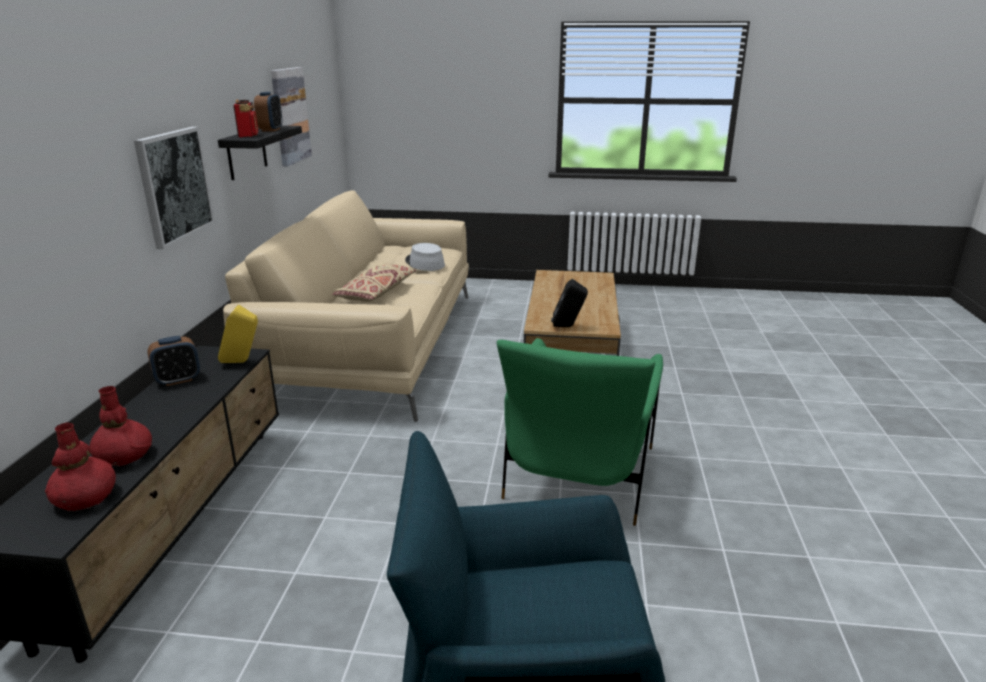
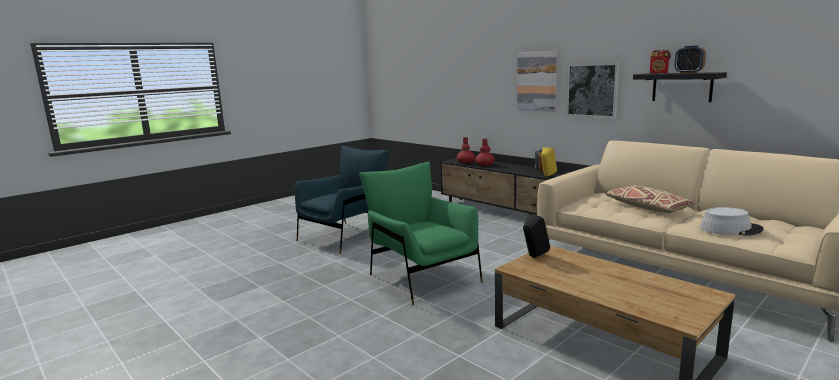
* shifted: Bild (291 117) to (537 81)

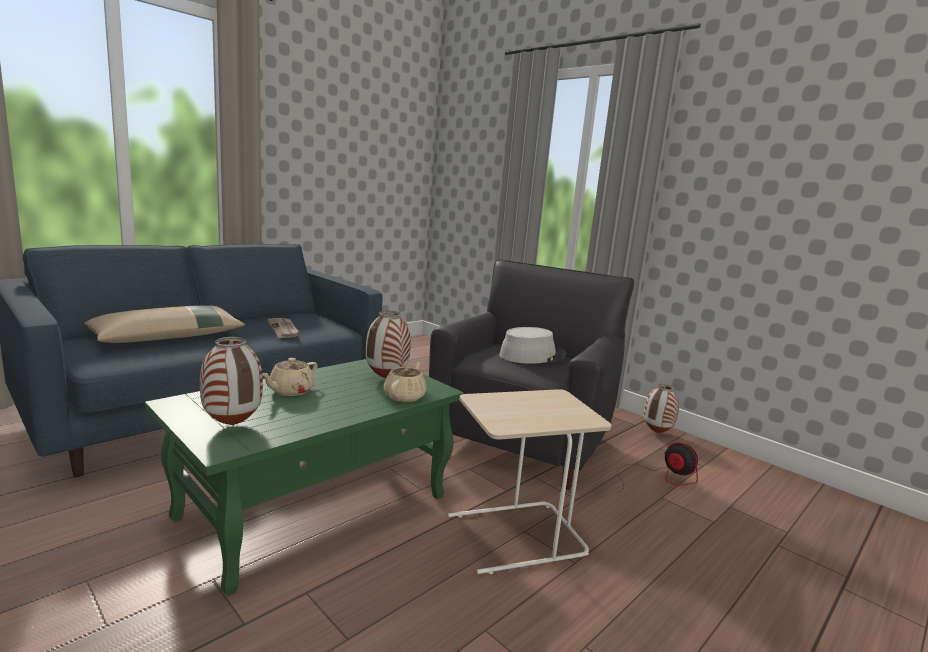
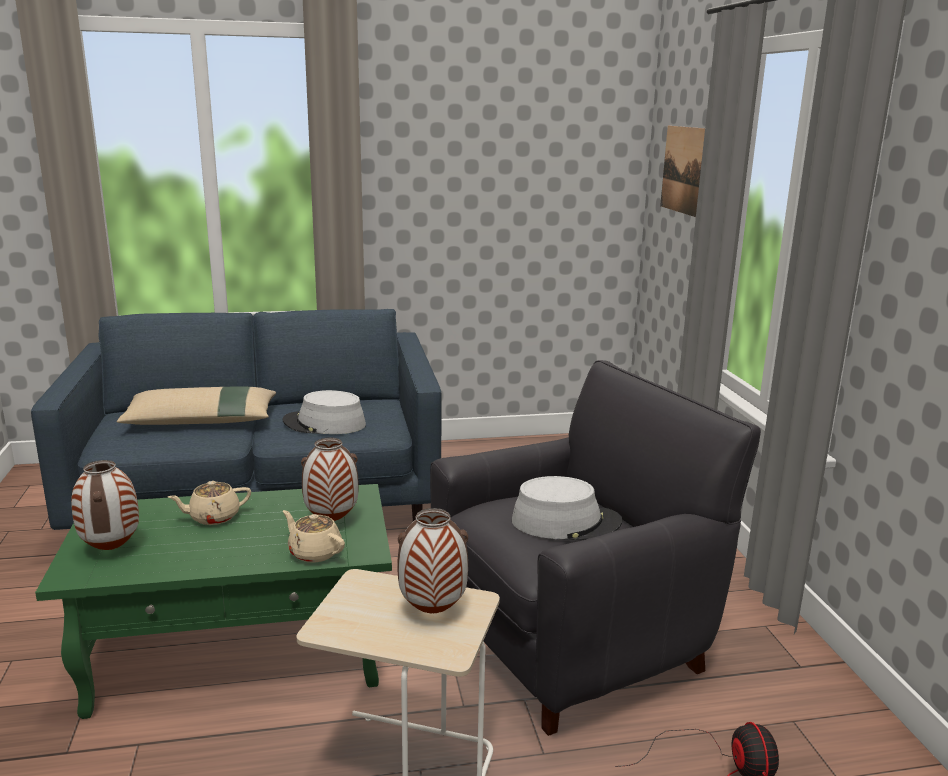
* new: Bild (682 171)
* shifted: Vase (661 408) to (433 560)
* swapped: Zeitung (283 328) to Hut/grau (324 412)
* rotated: Teekanne/beige (405 382) = (314 536) 105 degrees counterclockwise

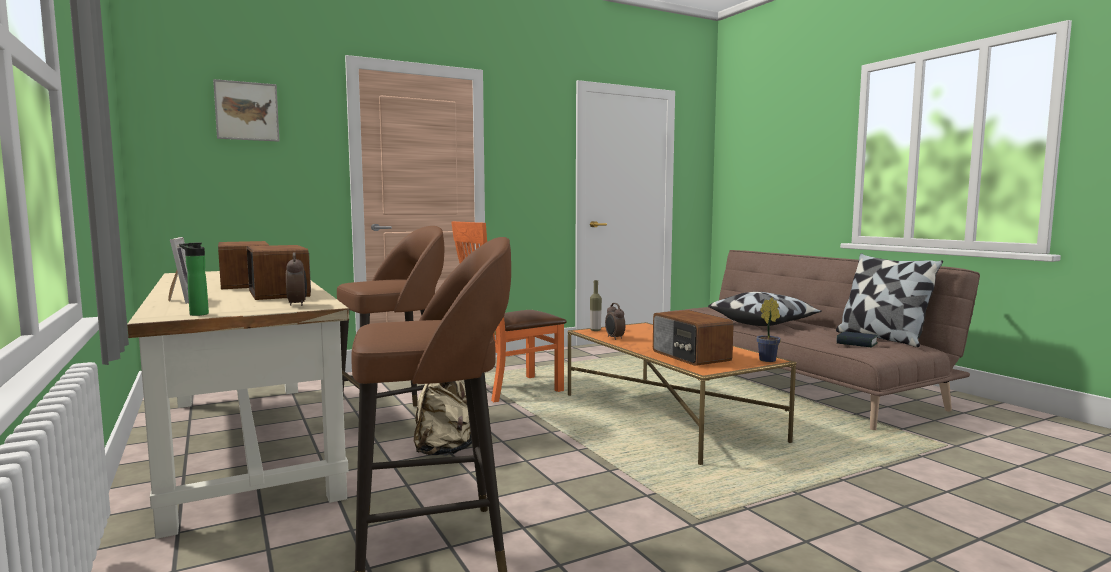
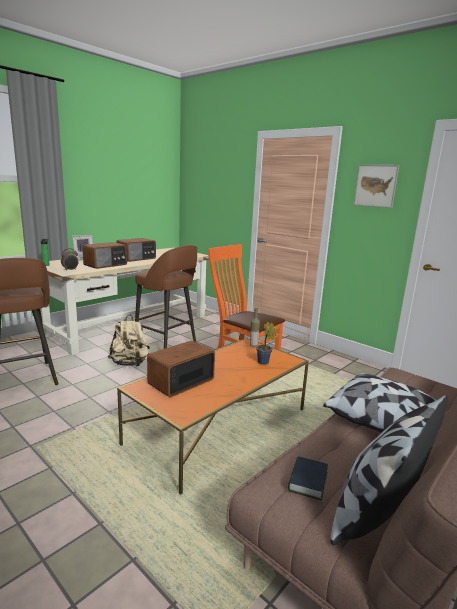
* gone: Wecker (615 321)
* shifted: Bild (246 110) to (376 186)
* shifted: Topfpflanze (768 330) to (266 343)

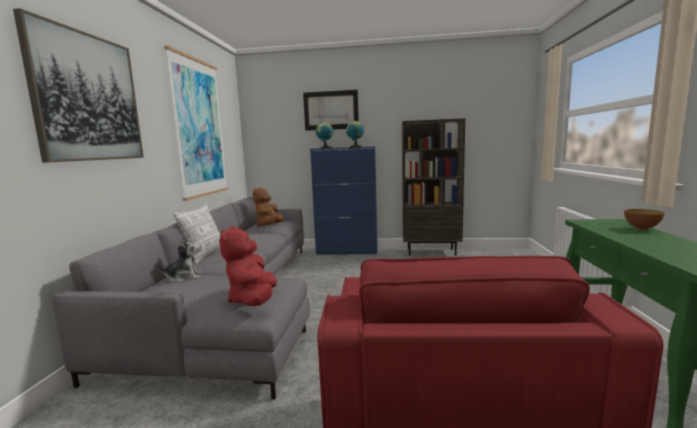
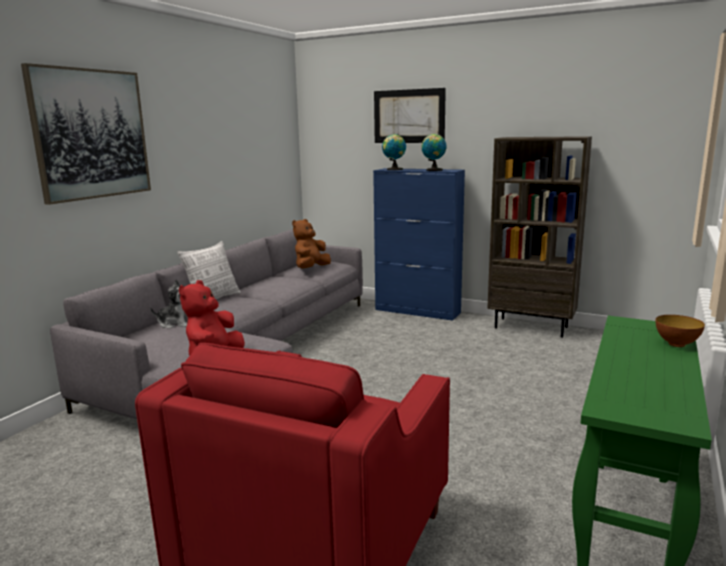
* gone: Bild (196 123)

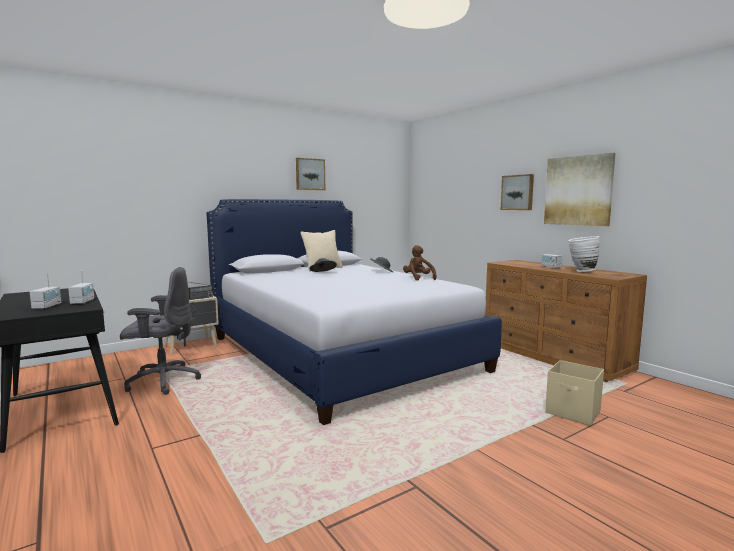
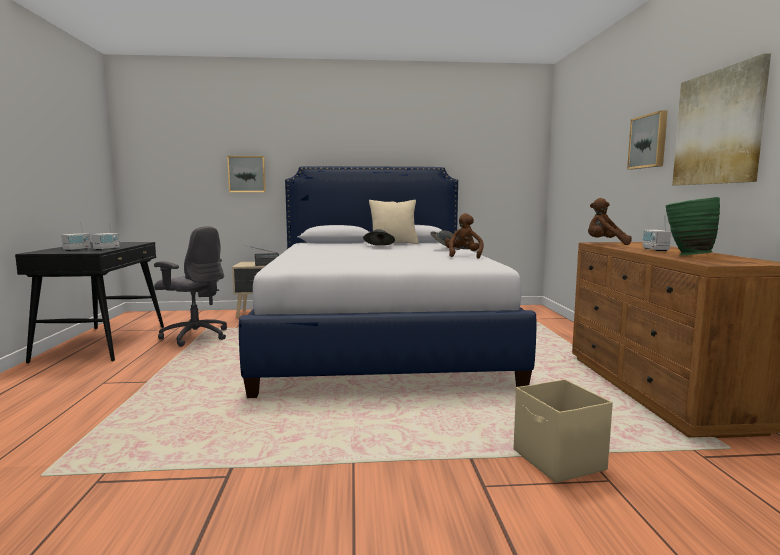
* new: Plüschtier/braun (610 221)
* shifted: Bild (310 174) to (246 174)
* repainted: Vase/weiß (584 254) to Vase/grün (693 226)

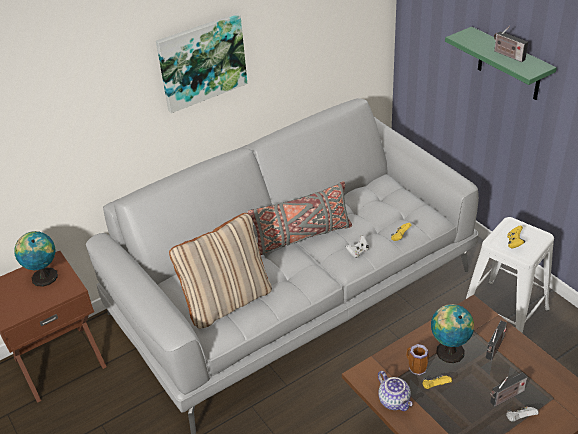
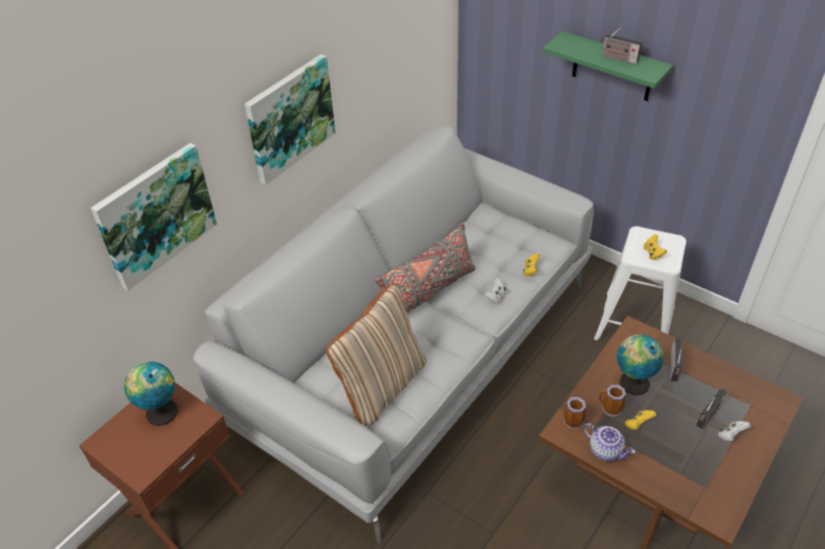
* new: Bild (154 217)
* new: Henkelbecher (575 413)

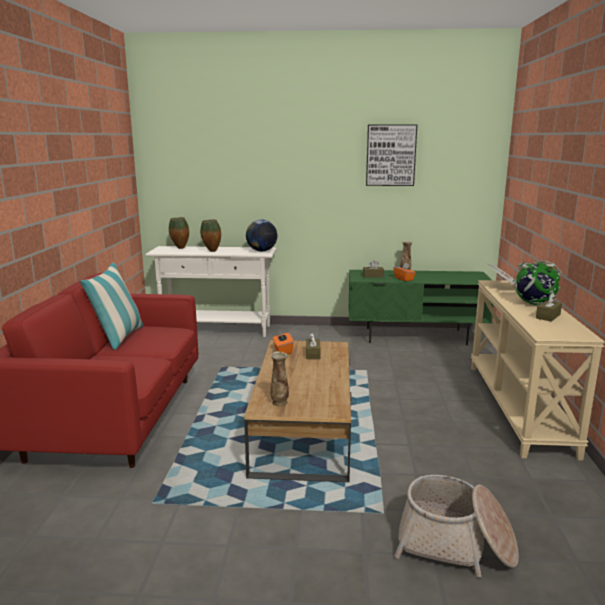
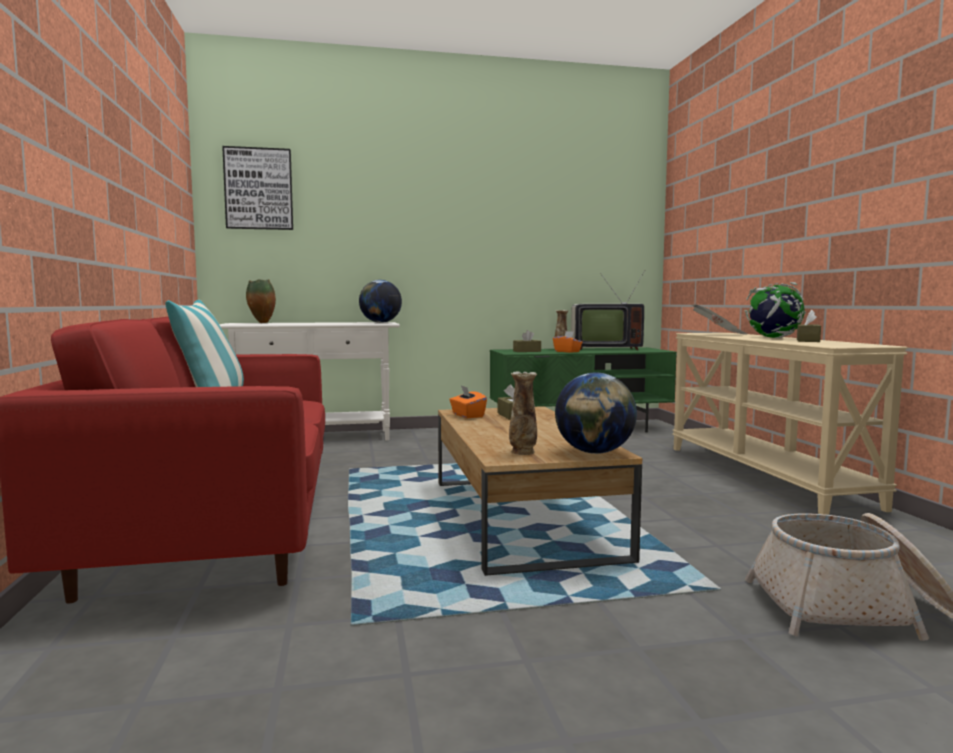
* gone: Vase (210 235)
* new: Globus (596 413)
* new: Fernseher (608 310)
* shifted: Bild (391 155) to (257 188)

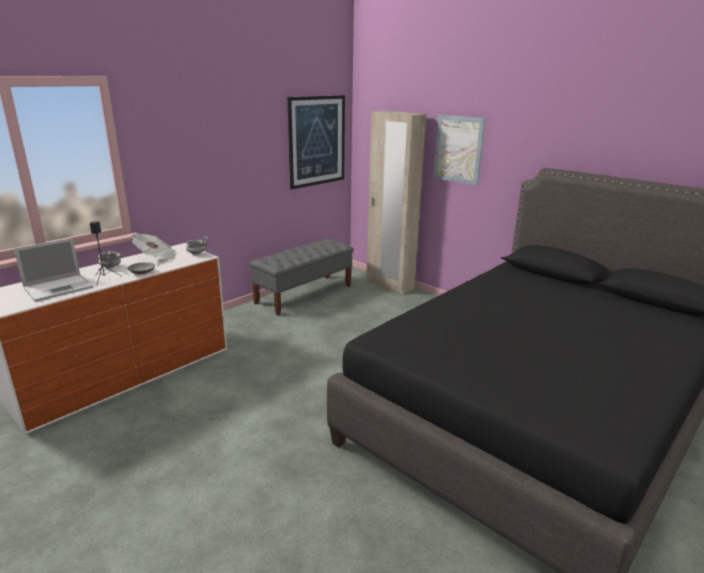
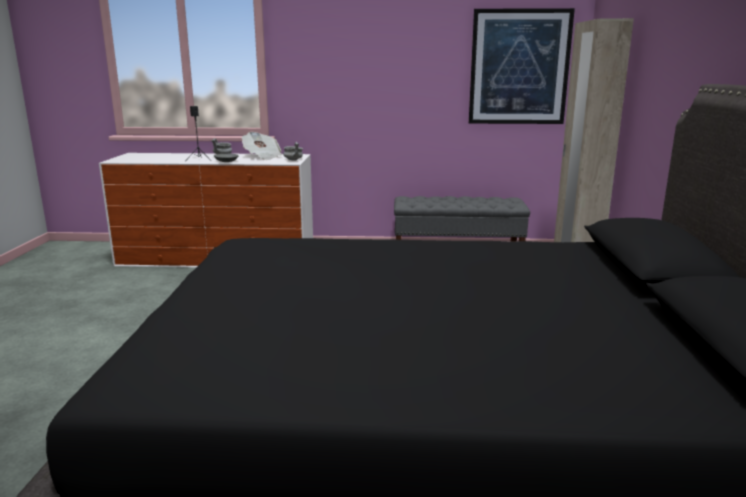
* gone: Laptop (53 270)
* gone: Bild (459 150)

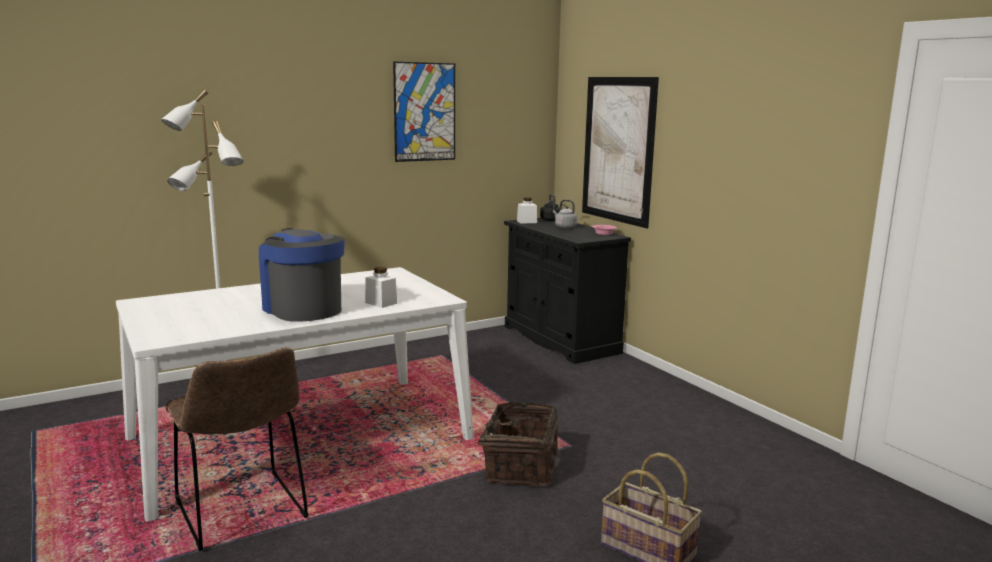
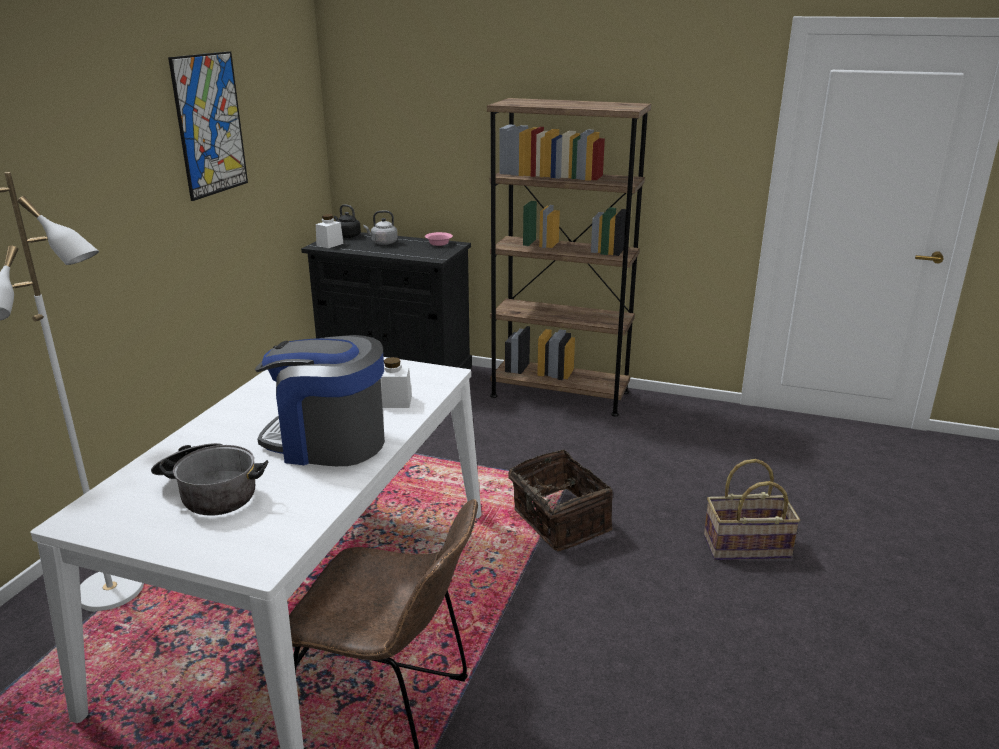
* gone: Bild (620 152)
* new: Kochtopf (209 479)
* new: Bücherregal/braun (569 257)

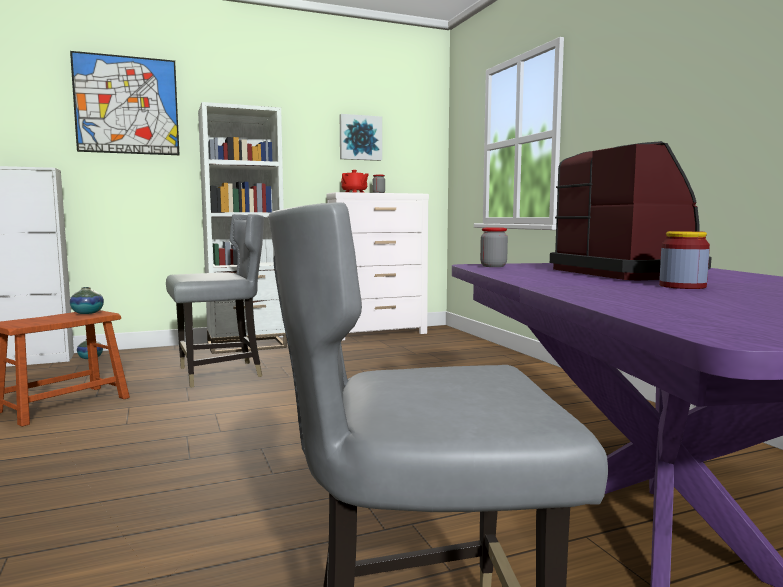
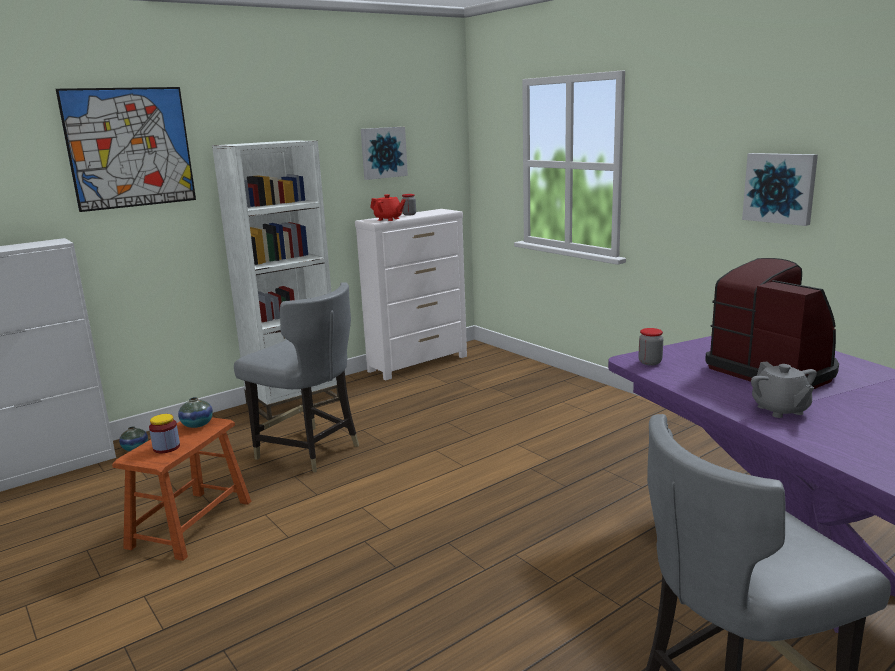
* new: Bild (780 189)
* new: Teekanne/grau (784 390)
* shifted: Vorratsglas (684 260) to (164 433)
* rotated: Stuhl/grau (215 301) = (296 377) 75 degrees clockwise

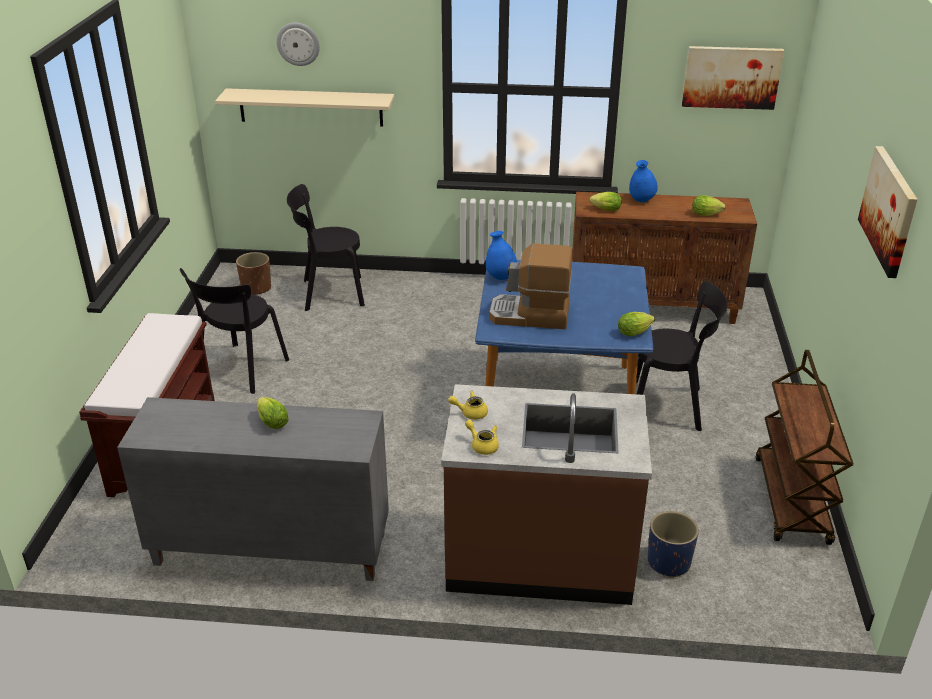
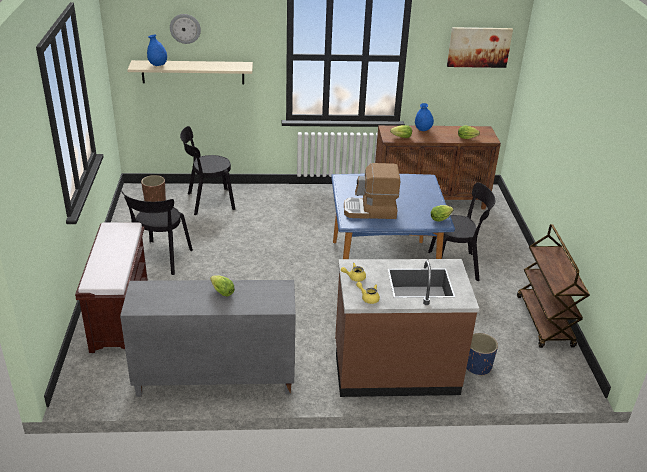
* gone: Bild (888 212)
* shifted: Vase/blau (501 255) to (157 50)

